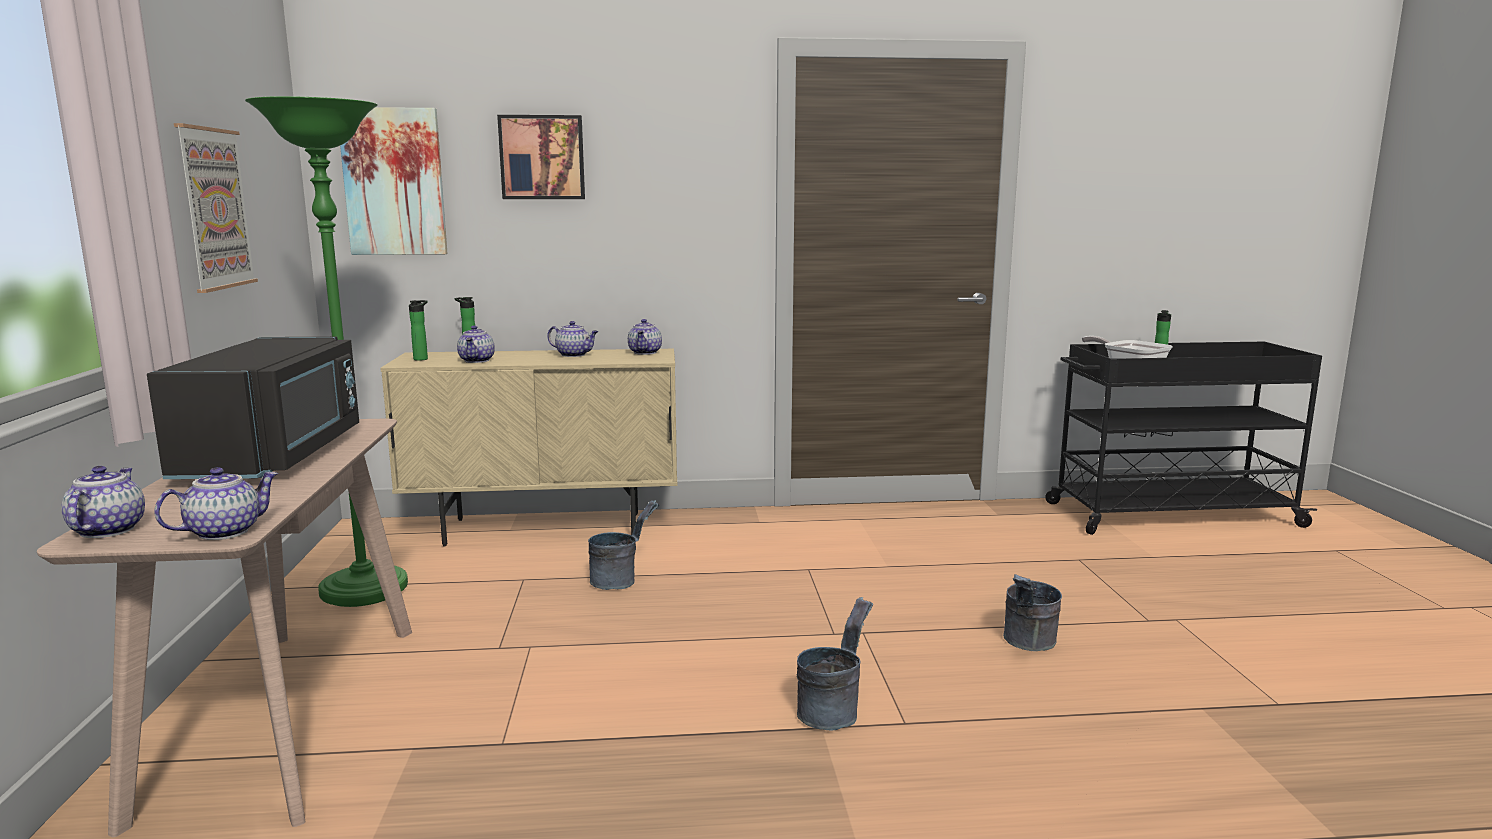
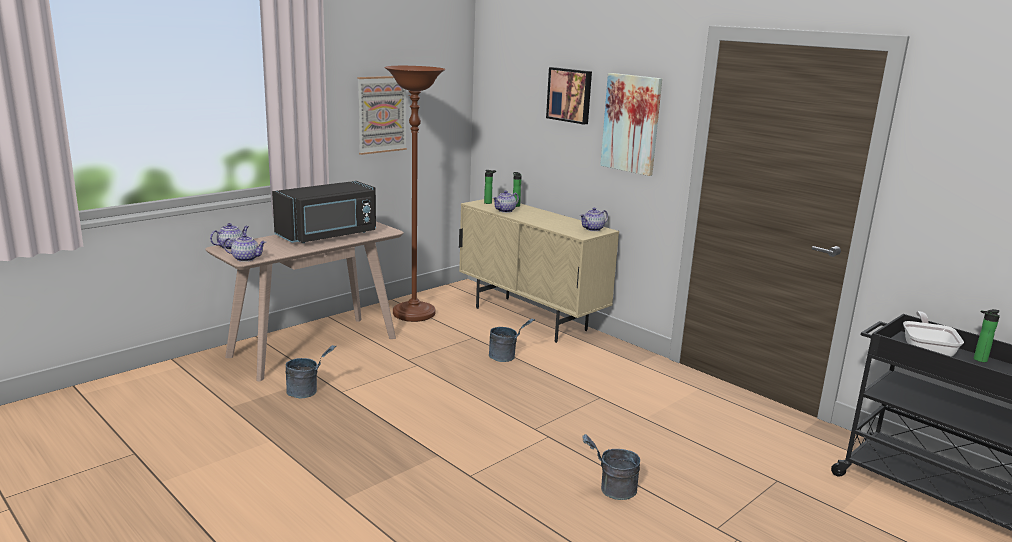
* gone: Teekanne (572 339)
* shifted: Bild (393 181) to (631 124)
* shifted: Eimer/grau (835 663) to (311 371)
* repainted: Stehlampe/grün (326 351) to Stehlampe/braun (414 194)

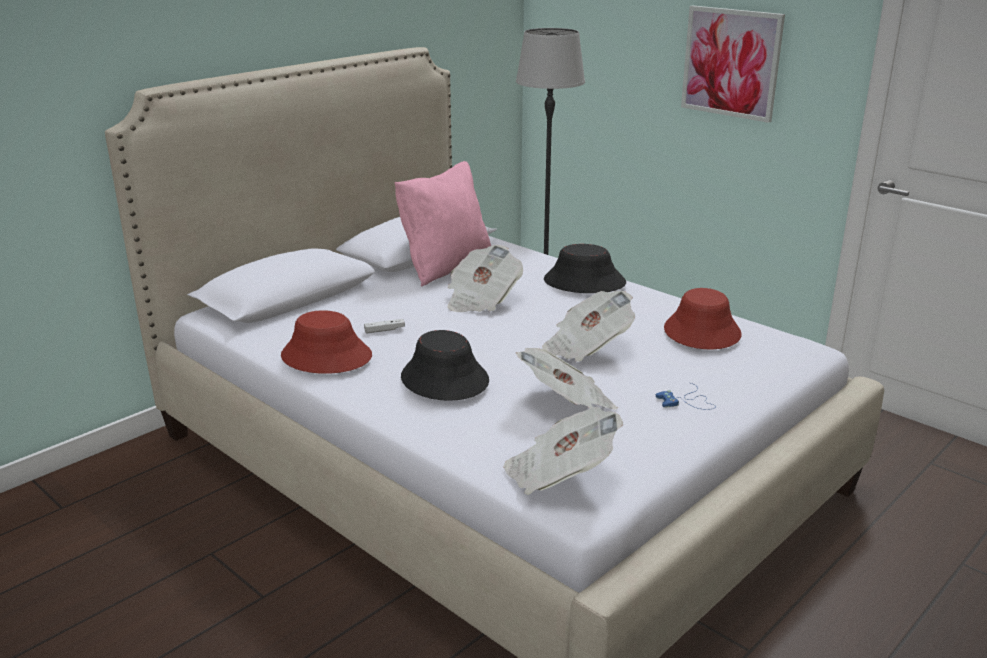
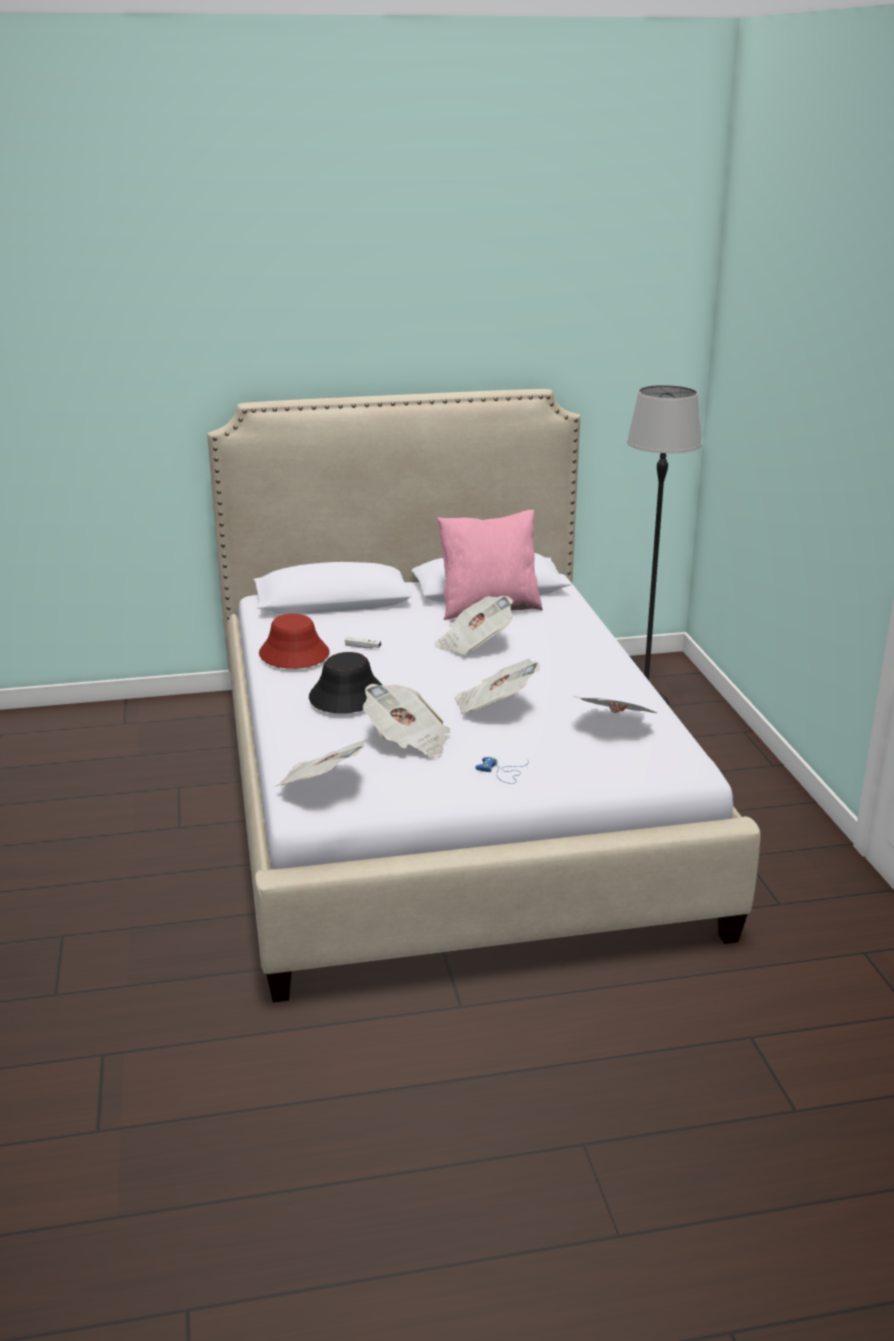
* gone: Hut/schwarz (585 268)
* gone: Bild (733 64)
* swapped: Hut/rot (703 318) to Zeitung (615 704)

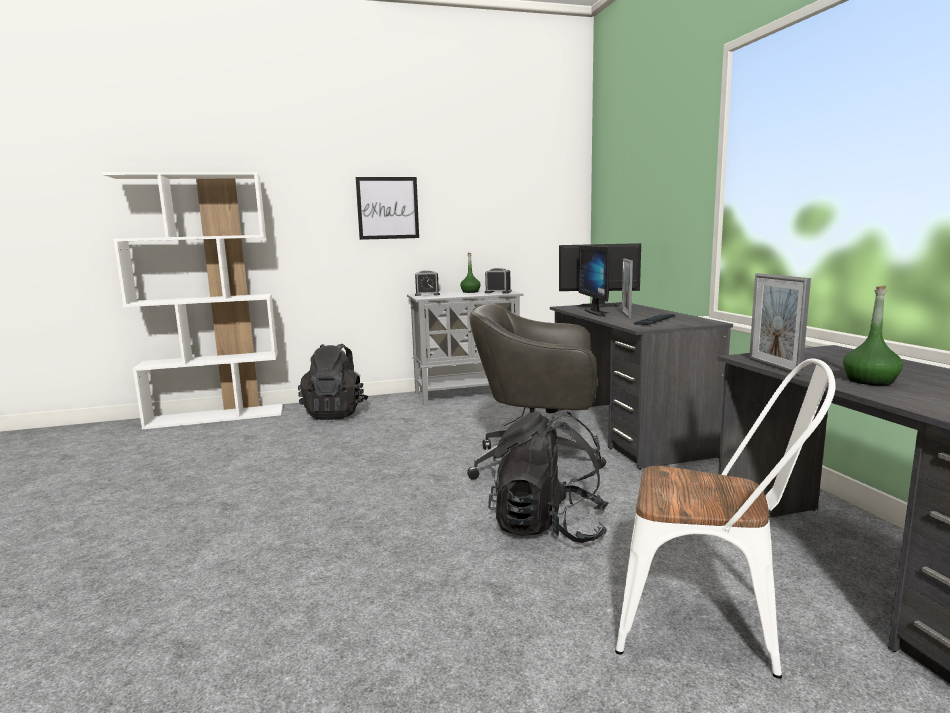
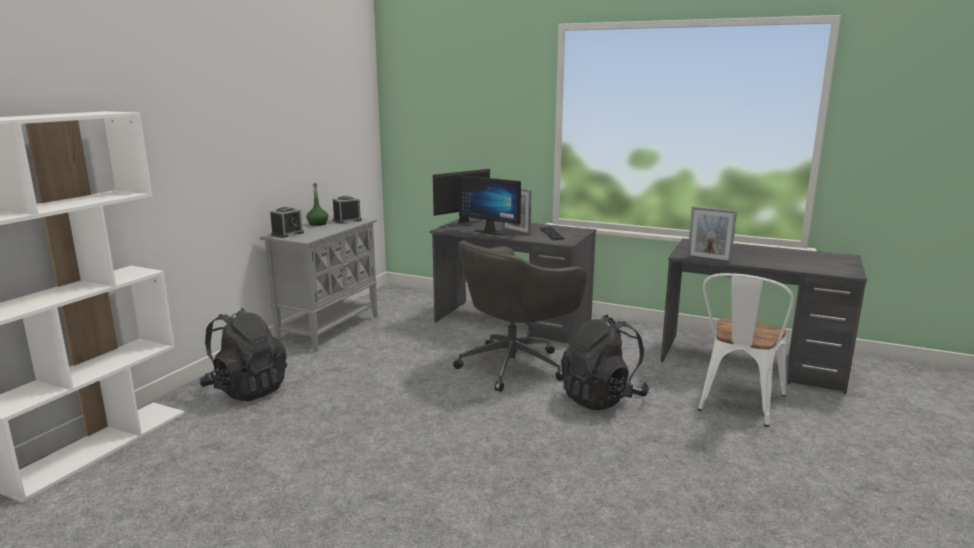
* gone: Bild (387 208)
* gone: Flasche/grün (873 335)
* rotated: Stuhl/weiß (725 518) = (746 350) 150 degrees clockwise

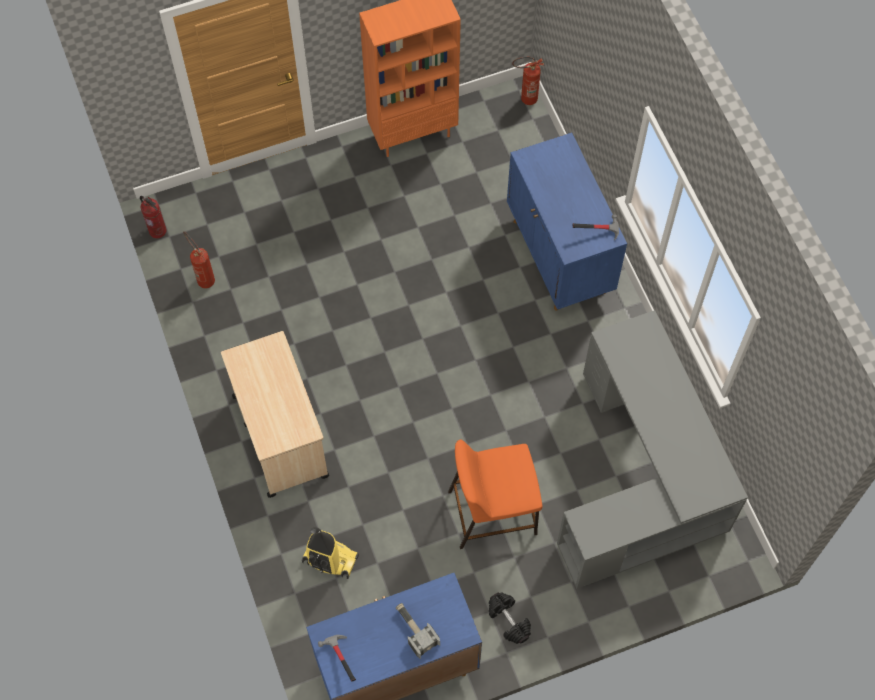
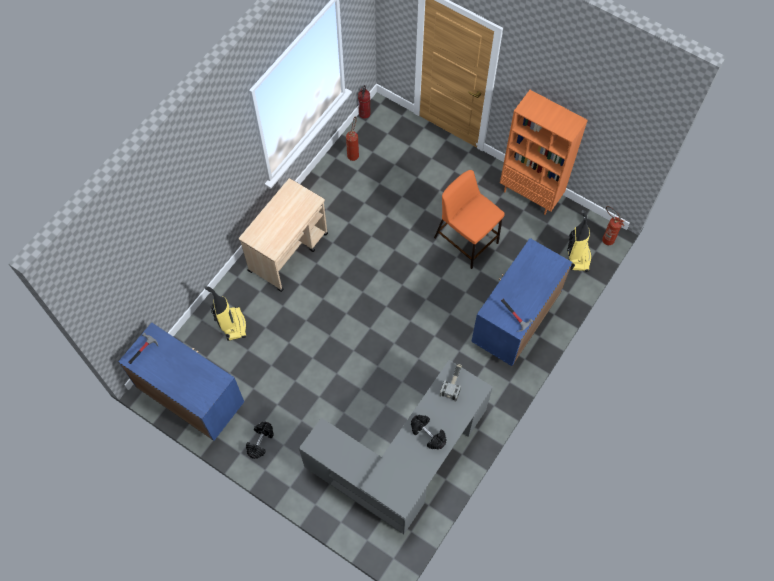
* new: Hantel/schwarz (429 432)
* new: Staubsauger (579 241)
* shifted: Hammer (418 631) to (451 383)
* shifted: Hocker/orange (495 494) to (469 219)

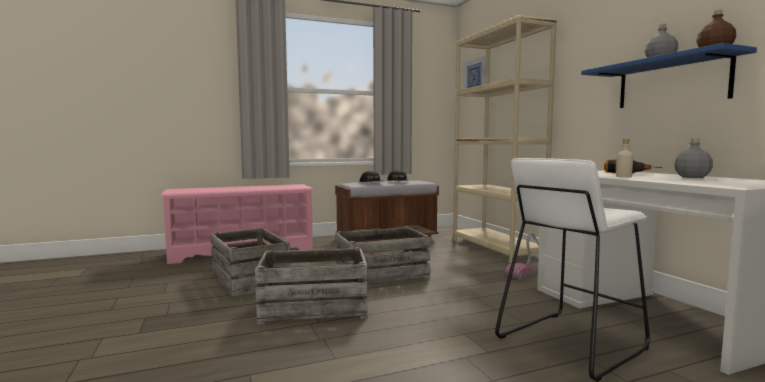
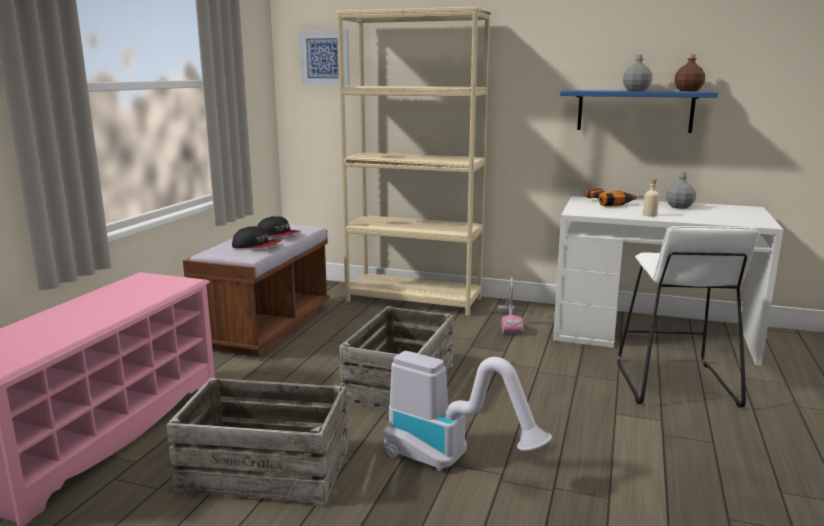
* swapped: Kiste (311 286) to Staubsauger (468 411)

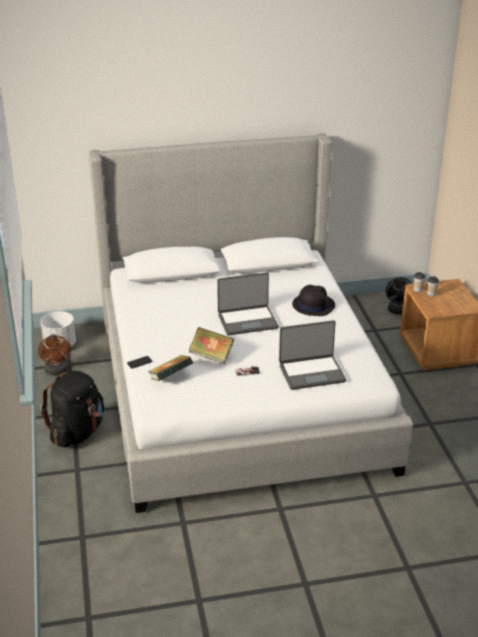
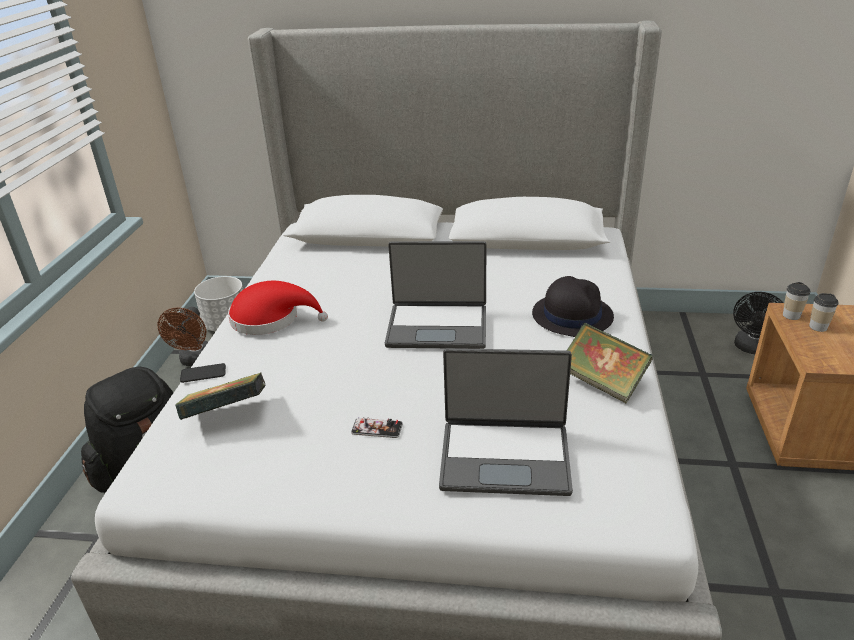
* new: Hut/rot (278 308)
* shifted: Buch (211 345) to (610 363)

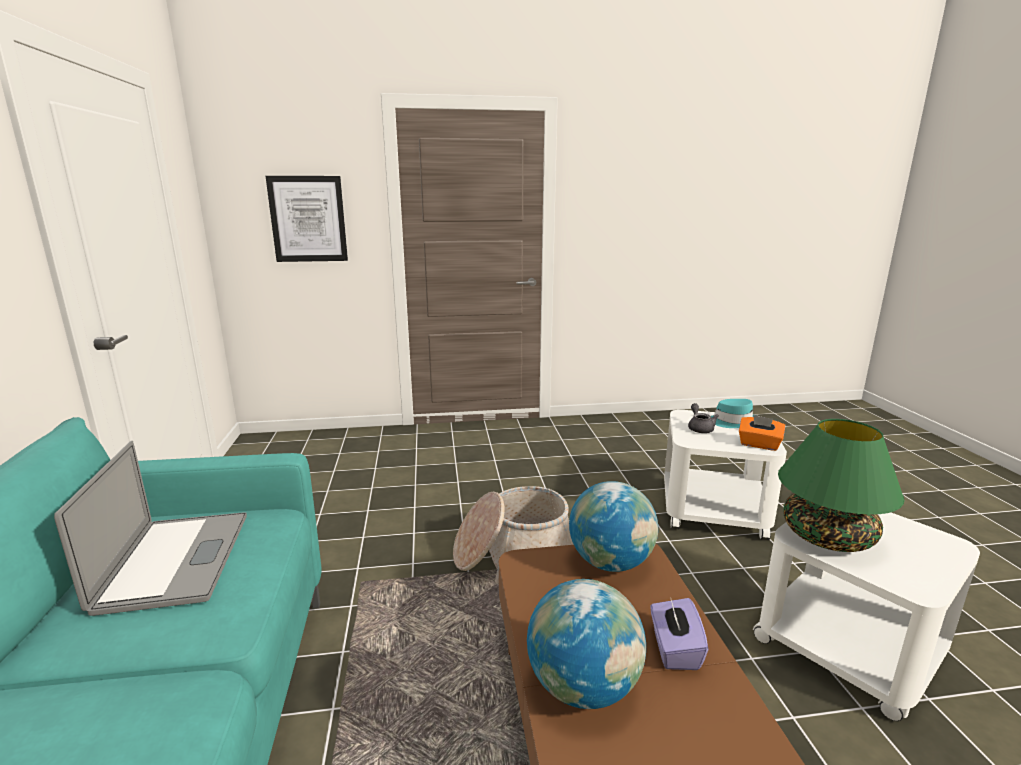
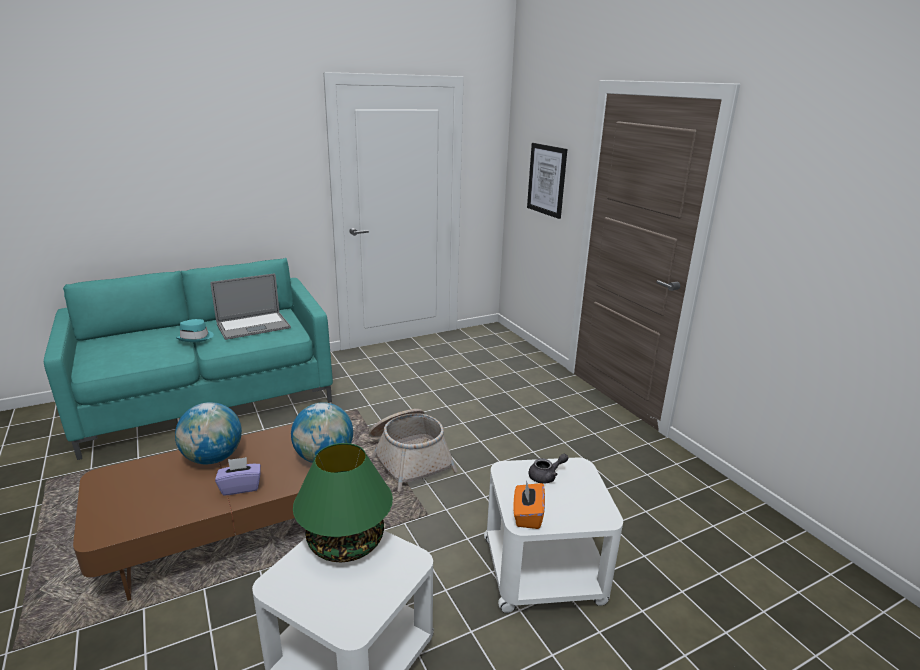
* shifted: Hut/türkis (732 413) to (195 330)

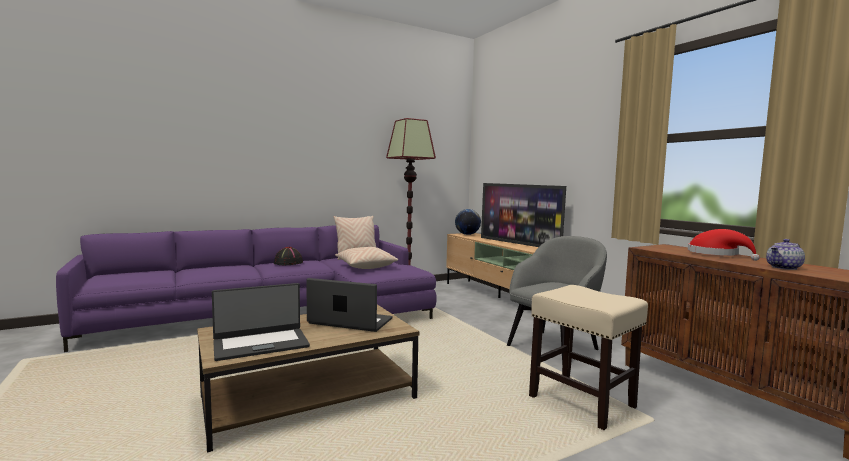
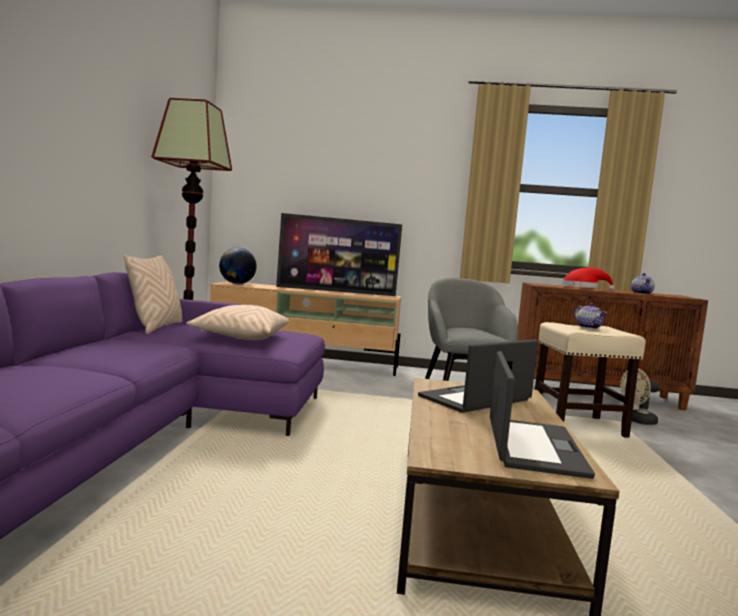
* gone: Hut/schwarz (288 256)
* new: Teekanne (591 316)
* new: Ventilator/beige (639 397)

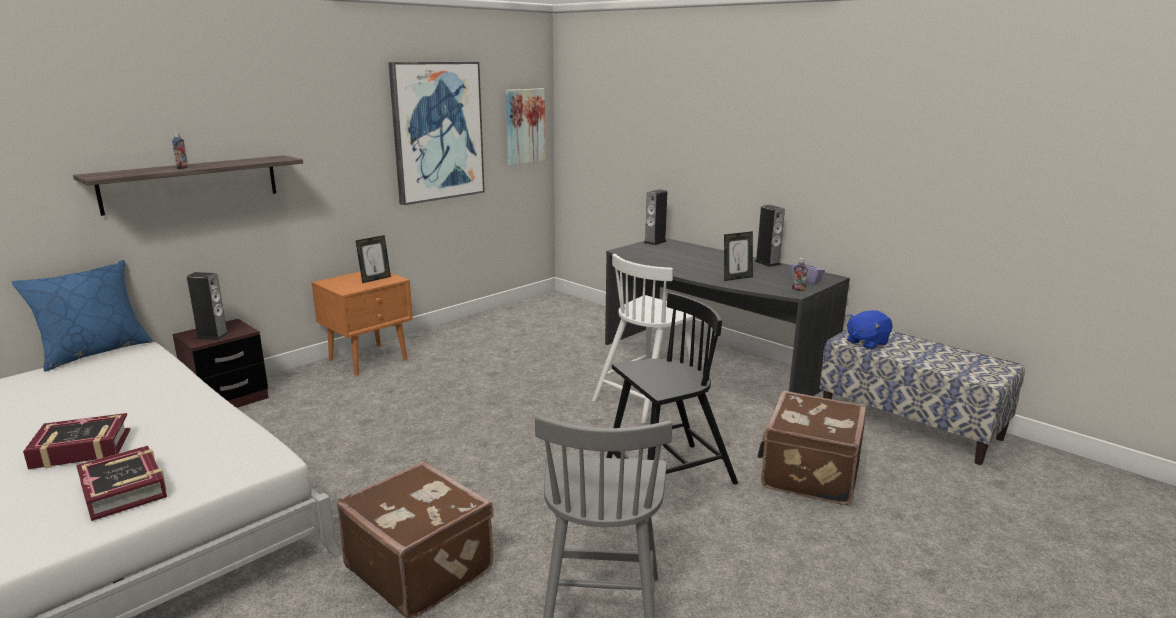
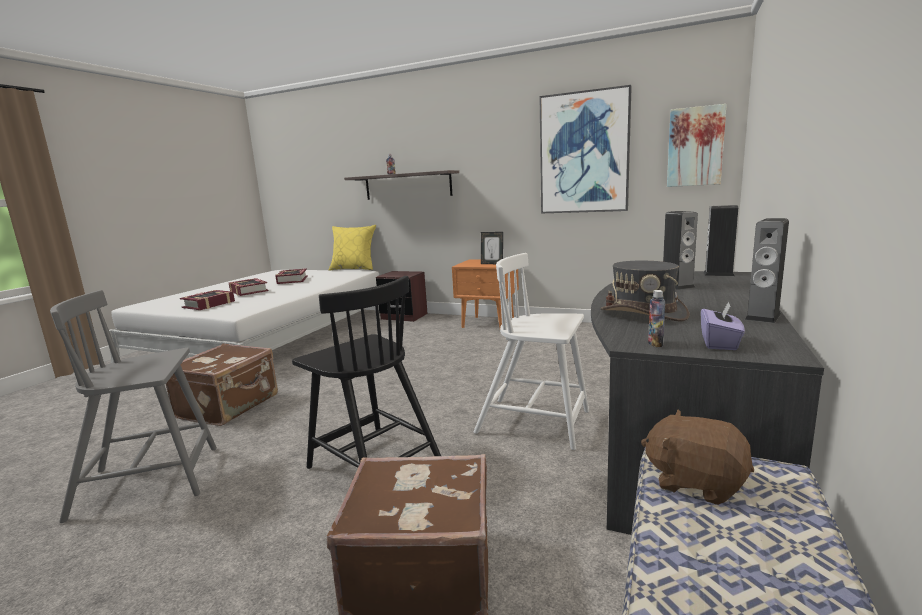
* new: Buch (292 276)
* shifted: Lautsprecher (208 306) to (680 250)
* swapped: Bilderrahmen (738 256) to Hut/grau (644 291)
* repainted: Kissen/blau (82 315) to Kissen/gelb (352 248)
* repainted: Plüschtier/blau (870 329) to Plüschtier/braun (697 457)

